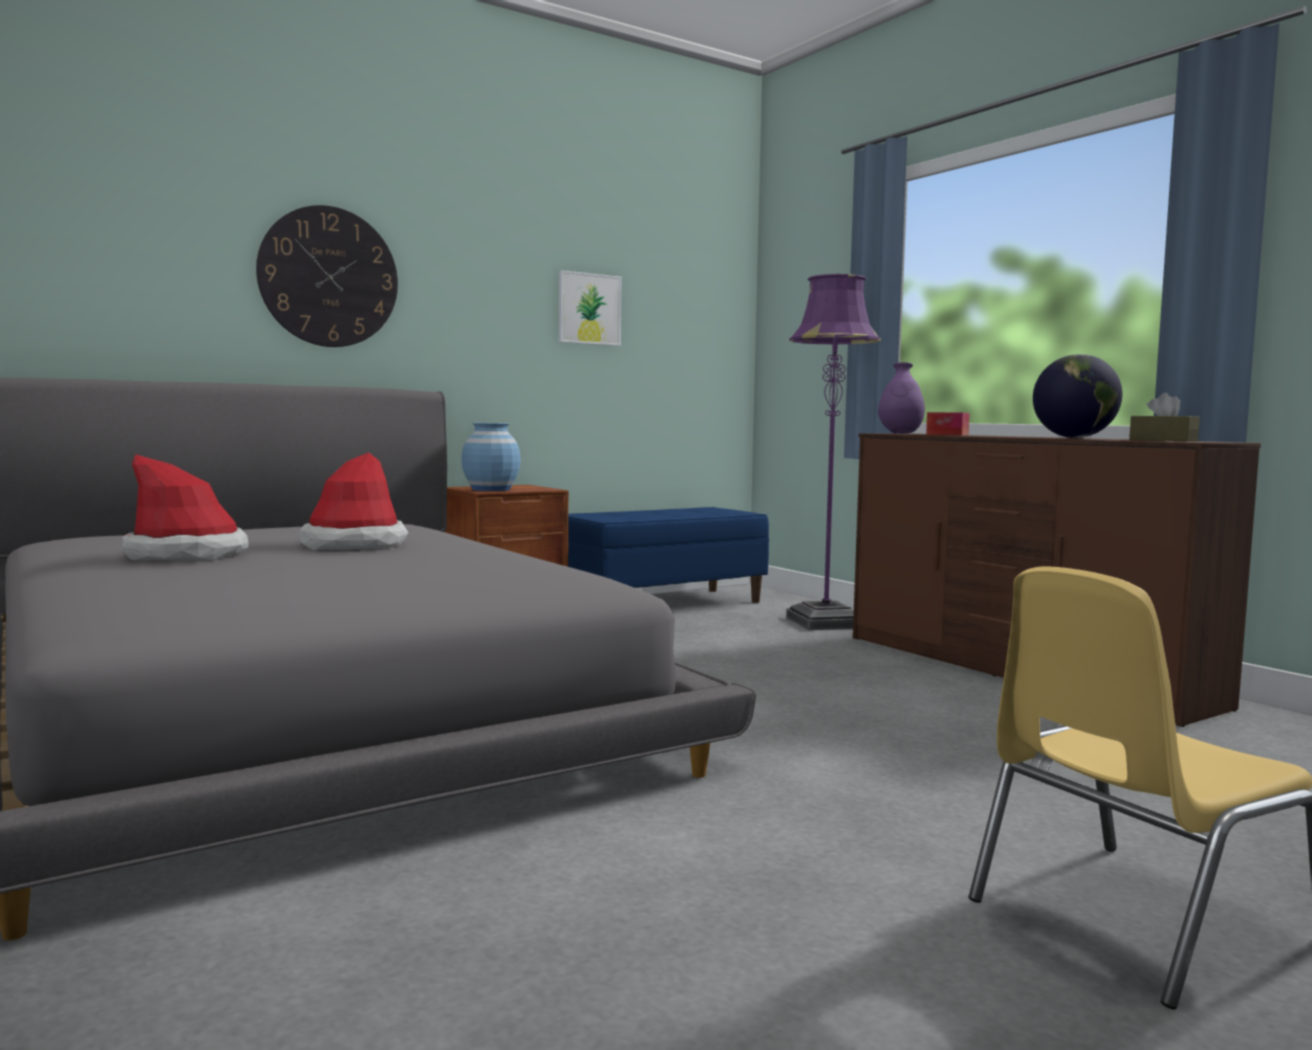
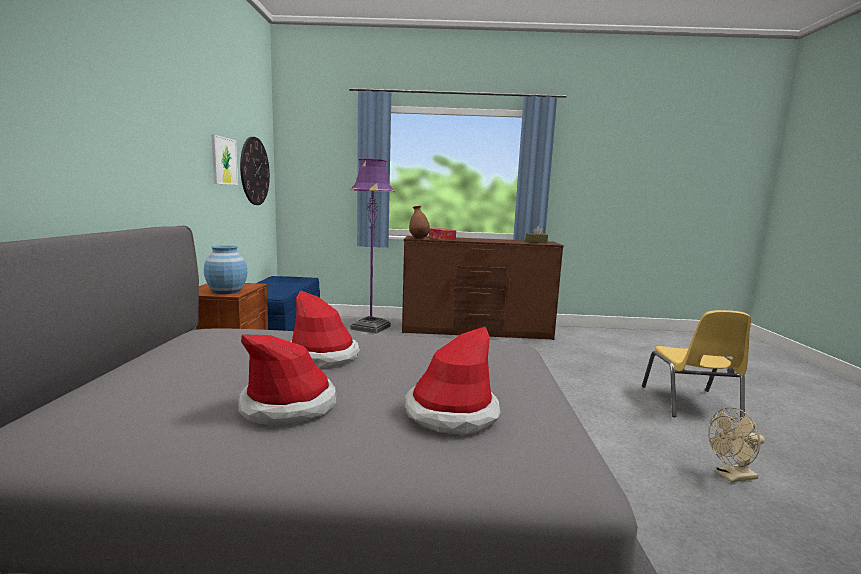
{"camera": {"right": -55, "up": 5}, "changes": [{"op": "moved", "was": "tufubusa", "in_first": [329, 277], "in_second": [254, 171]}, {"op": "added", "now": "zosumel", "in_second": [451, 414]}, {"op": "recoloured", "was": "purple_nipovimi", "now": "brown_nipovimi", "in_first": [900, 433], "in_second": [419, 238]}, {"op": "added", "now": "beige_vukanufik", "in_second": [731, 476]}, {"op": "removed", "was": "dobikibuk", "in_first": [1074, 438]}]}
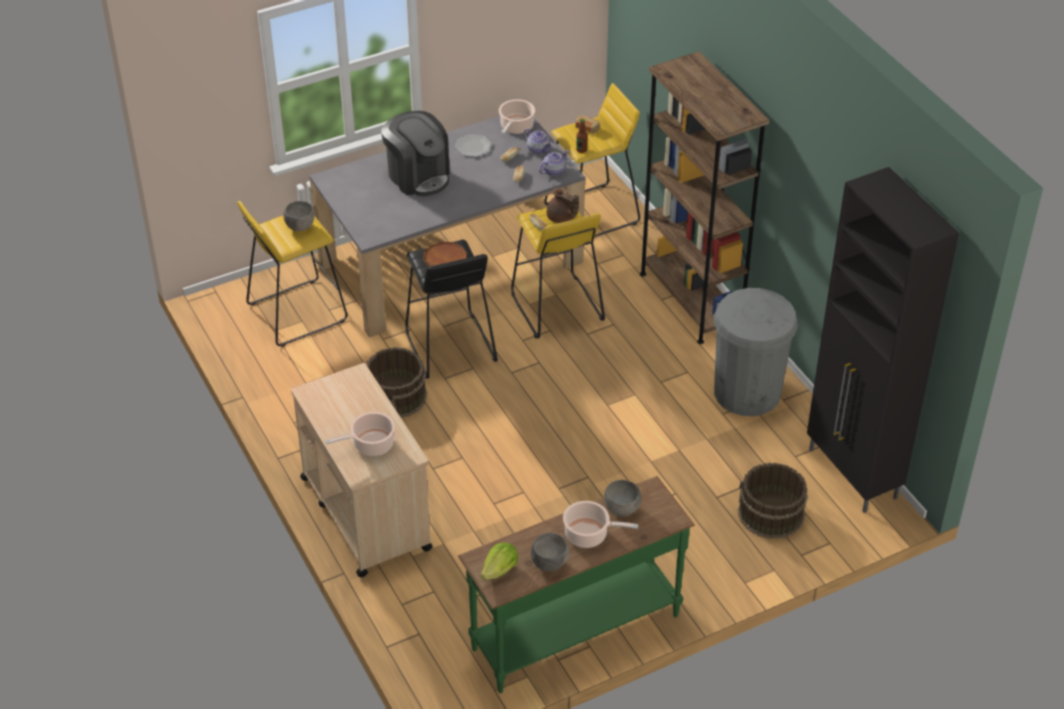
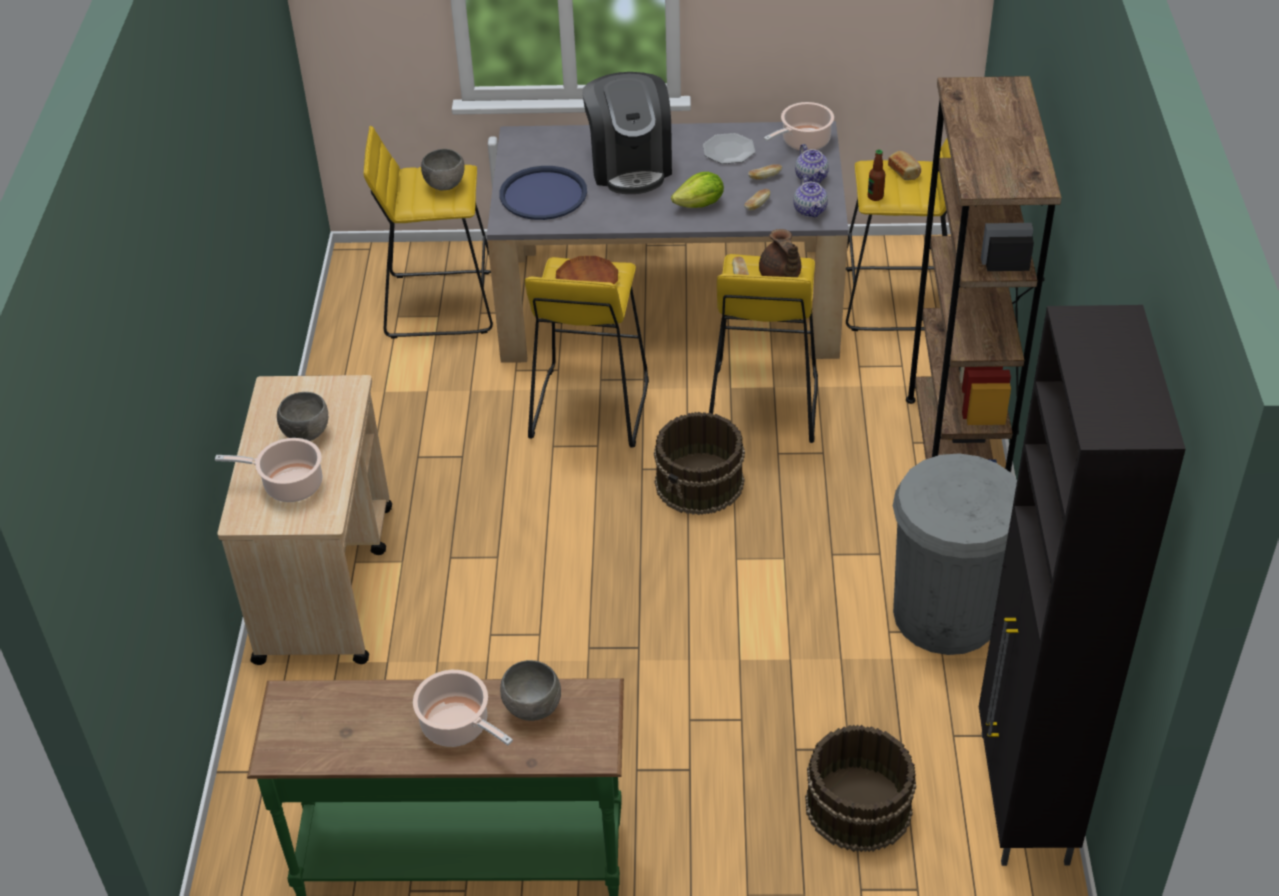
{"camera": {"right": 30, "up": 0}, "changes": [{"op": "moved", "was": "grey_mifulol", "in_first": [549, 563], "in_second": [306, 433]}, {"op": "added", "now": "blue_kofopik", "in_second": [543, 194]}, {"op": "recoloured", "was": "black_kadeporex", "now": "yellow_kadeporex", "in_first": [449, 347], "in_second": [588, 408]}, {"op": "moved", "was": "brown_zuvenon", "in_first": [397, 396], "in_second": [700, 483]}, {"op": "moved", "was": "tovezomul", "in_first": [500, 570], "in_second": [700, 205]}, {"op": "turned", "was": "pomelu", "in_first": [553, 171], "in_second": [810, 210], "clockwise": 90}]}
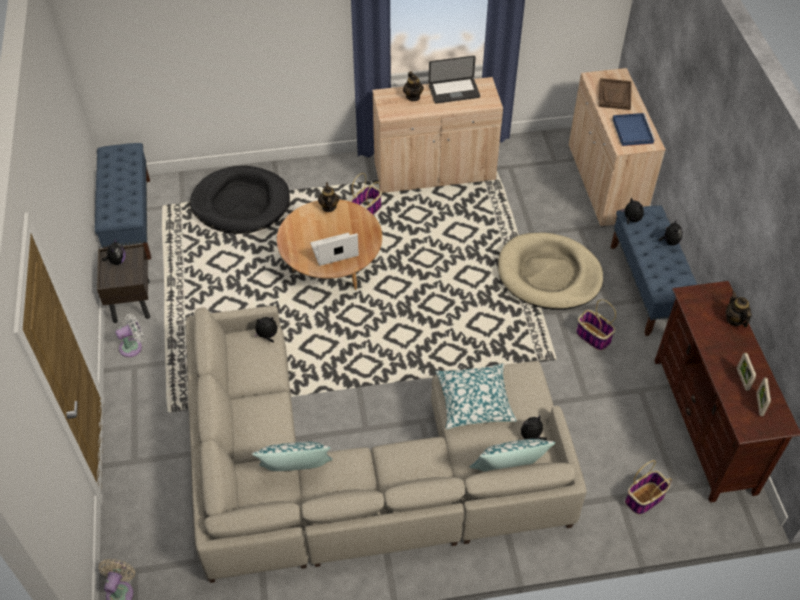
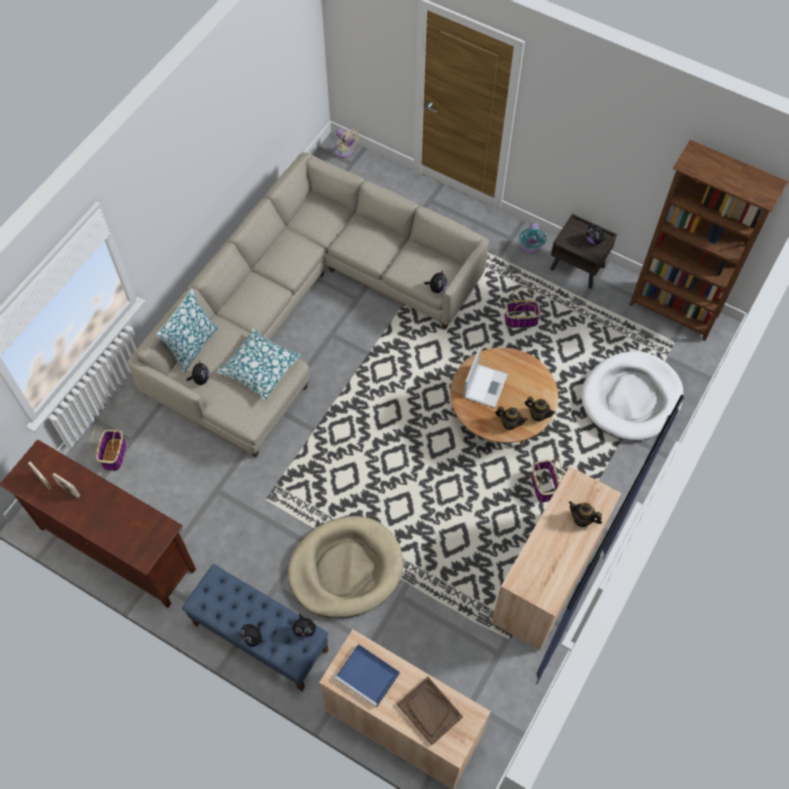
{"camera": {"right": 130, "up": 10}, "changes": [{"op": "moved", "was": "pomelu", "in_first": [734, 319], "in_second": [509, 423]}, {"op": "moved", "was": "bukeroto", "in_first": [592, 336], "in_second": [521, 319]}, {"op": "recoloured", "was": "white_vukanufik", "now": "turquoise_vukanufik", "in_first": [133, 346], "in_second": [530, 247]}, {"op": "recoloured", "was": "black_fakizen", "now": "white_fakizen", "in_first": [241, 203], "in_second": [631, 398]}, {"op": "replaced", "was": "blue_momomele", "now": "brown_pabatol", "in_first": [129, 220], "in_second": [674, 311]}, {"op": "removed", "was": "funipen", "in_first": [296, 473]}, {"op": "removed", "was": "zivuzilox", "in_first": [454, 91]}]}
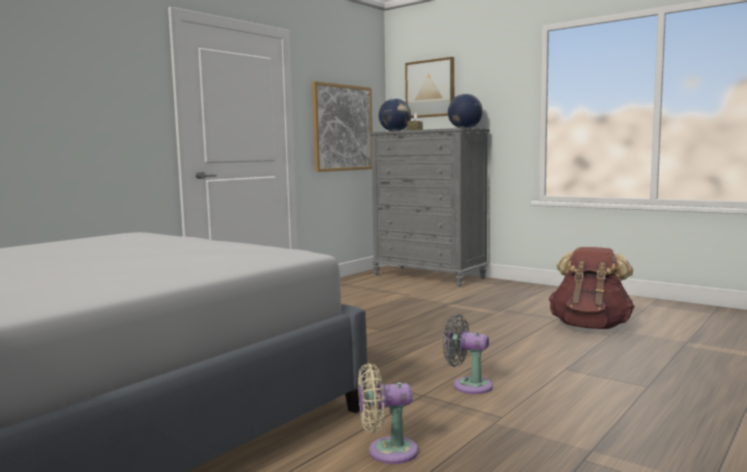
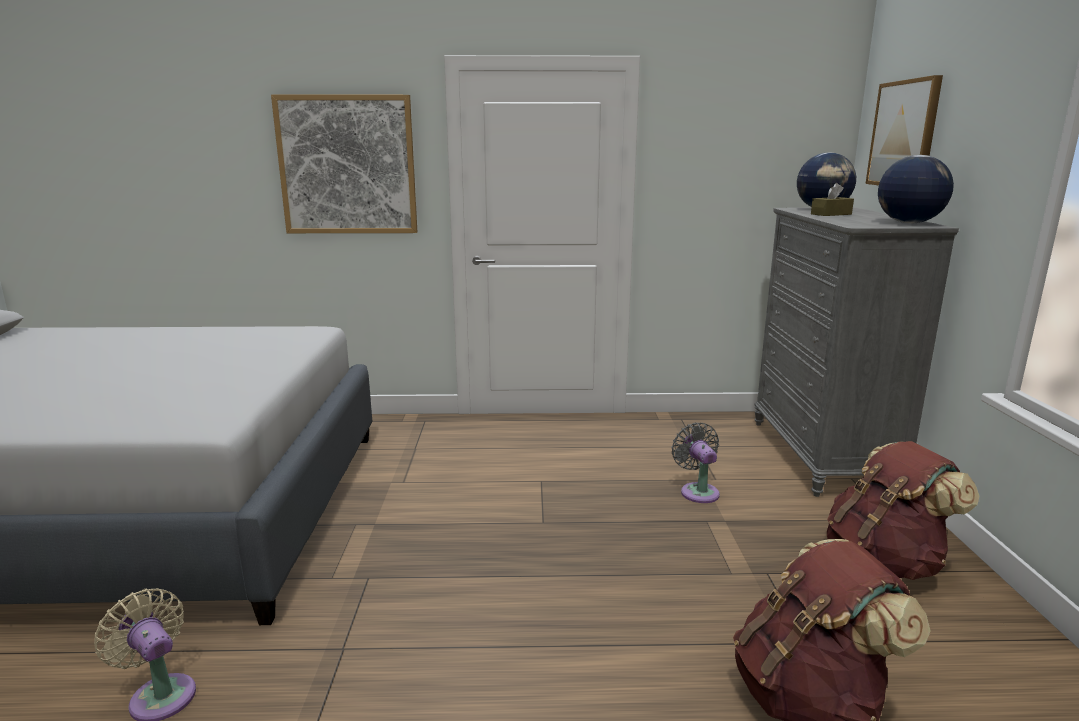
{"camera": {"right": 50, "up": 10}, "changes": [{"op": "moved", "was": "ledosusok", "in_first": [342, 128], "in_second": [347, 165]}, {"op": "moved", "was": "grey_vukanufik", "in_first": [468, 385], "in_second": [698, 491]}, {"op": "added", "now": "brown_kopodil", "in_second": [884, 562]}]}
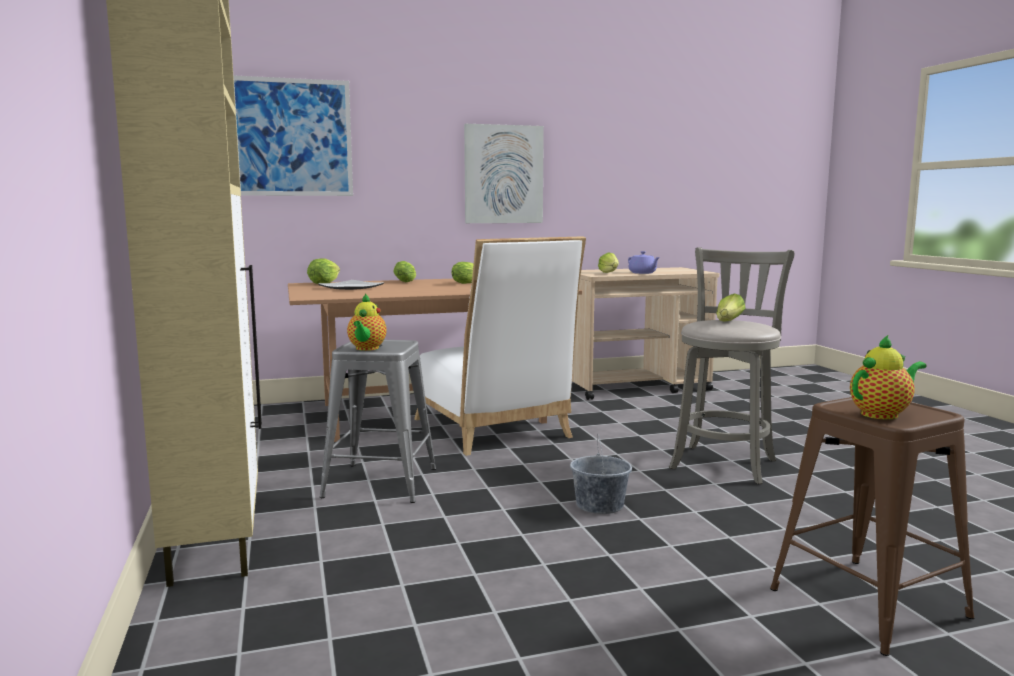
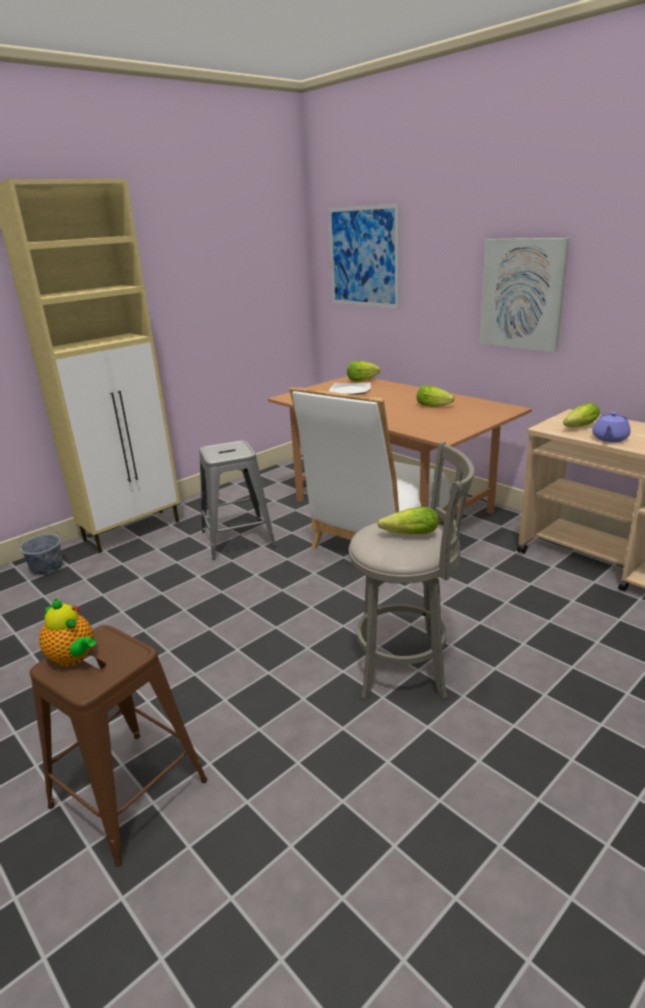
{"camera": {"right": 65, "up": 15}, "changes": [{"op": "moved", "was": "grey_zuvenon", "in_first": [599, 505], "in_second": [46, 567]}, {"op": "removed", "was": "pomelu", "in_first": [366, 349]}, {"op": "removed", "was": "tovezomul", "in_first": [407, 281]}]}
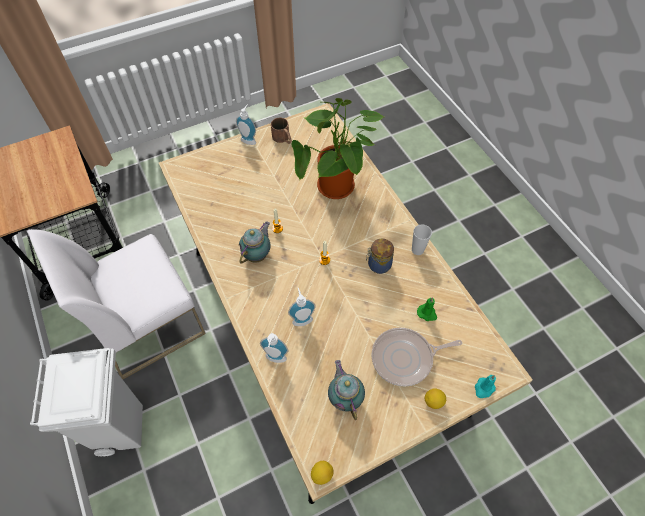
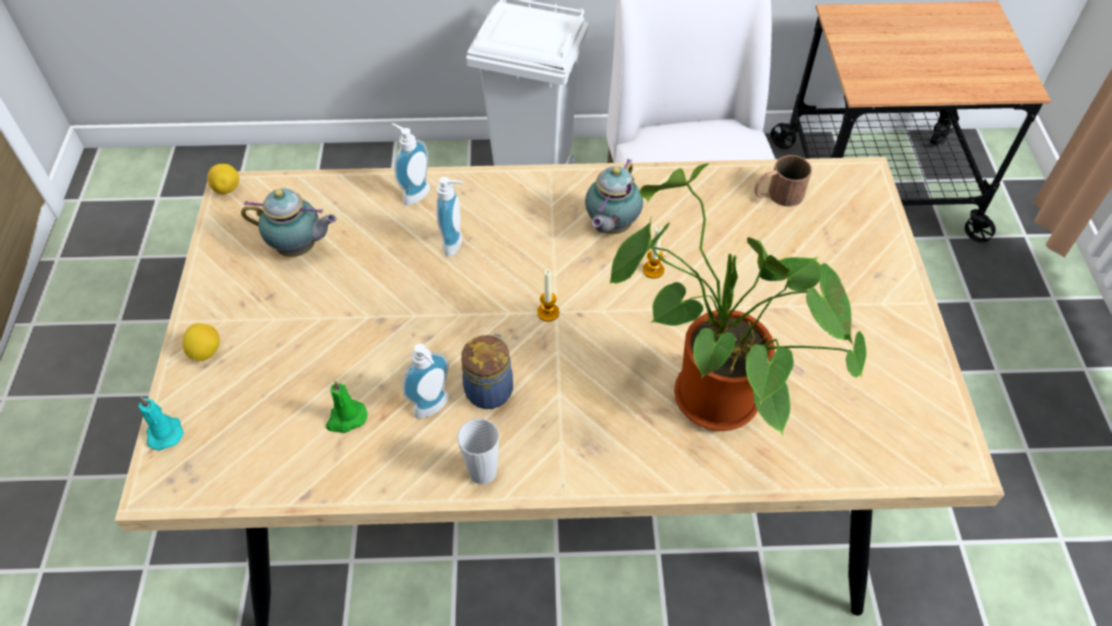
{"camera": {"right": 115, "up": -5}, "changes": [{"op": "moved", "was": "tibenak", "in_first": [249, 140], "in_second": [434, 408]}, {"op": "turned", "was": "pomelu", "in_first": [257, 255], "in_second": [610, 227], "clockwise": 60}, {"op": "moved", "was": "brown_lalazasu", "in_first": [283, 139], "in_second": [777, 195]}, {"op": "removed", "was": "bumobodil", "in_first": [405, 358]}]}
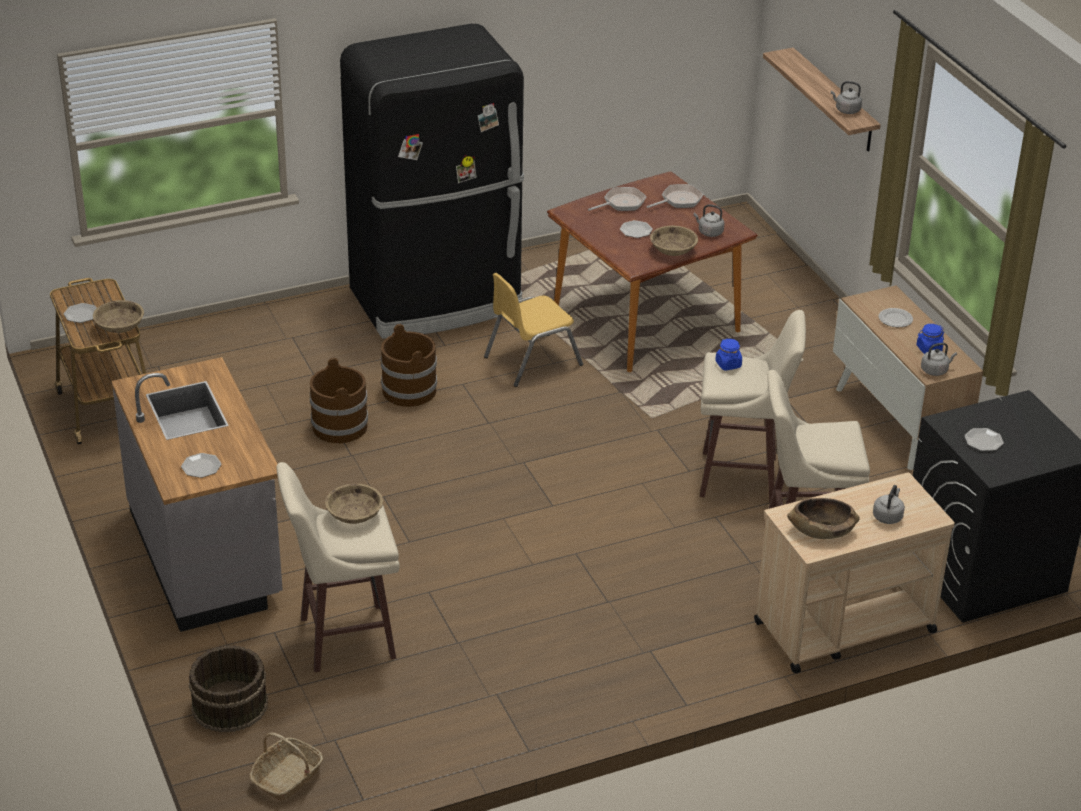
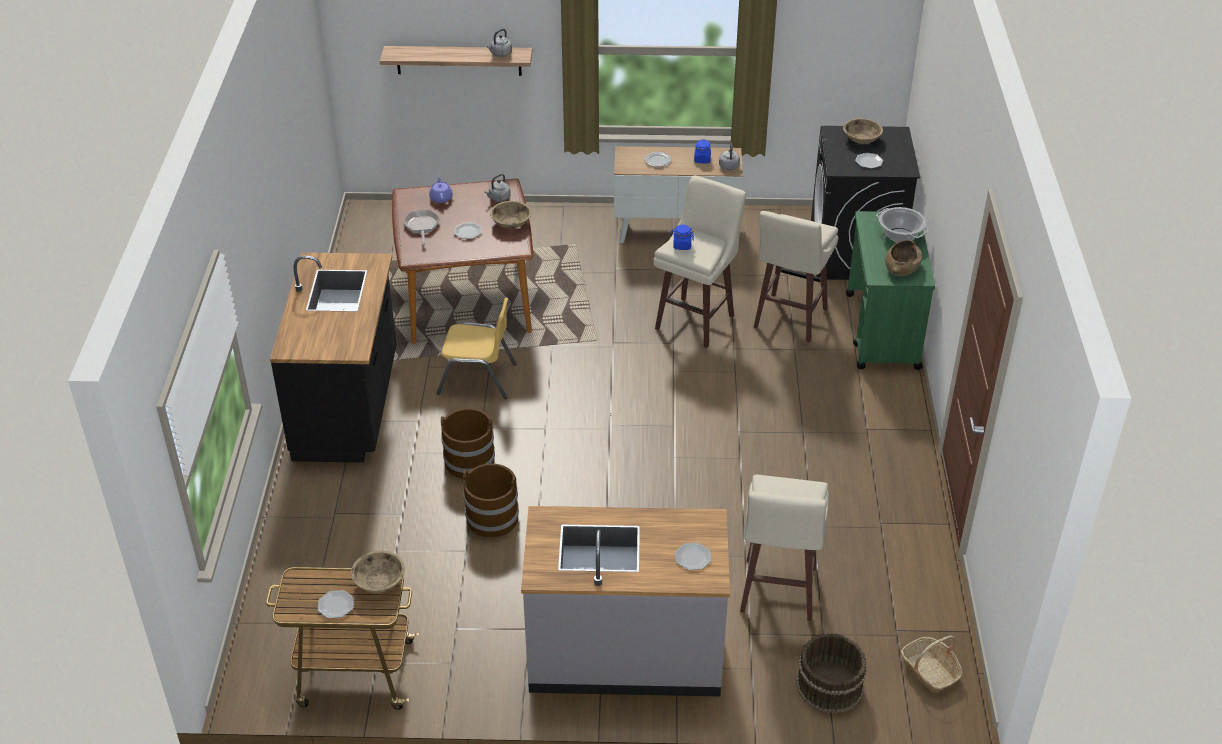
{"camera": {"right": -65, "up": 5}, "changes": [{"op": "replaced", "was": "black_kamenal", "now": "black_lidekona", "in_first": [437, 300], "in_second": [348, 406]}, {"op": "replaced", "was": "bumobodil", "now": "purple_pomelu", "in_first": [679, 200], "in_second": [441, 198]}, {"op": "turned", "was": "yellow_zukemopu", "in_first": [532, 360], "in_second": [477, 378], "clockwise": -75}, {"op": "moved", "was": "beige_mifulol", "in_first": [354, 515], "in_second": [861, 139]}, {"op": "recoloured", "was": "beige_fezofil", "now": "green_fezofil", "in_first": [843, 627], "in_second": [882, 331]}, {"op": "replaced", "was": "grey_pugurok", "now": "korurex", "in_first": [888, 516], "in_second": [899, 235]}]}
